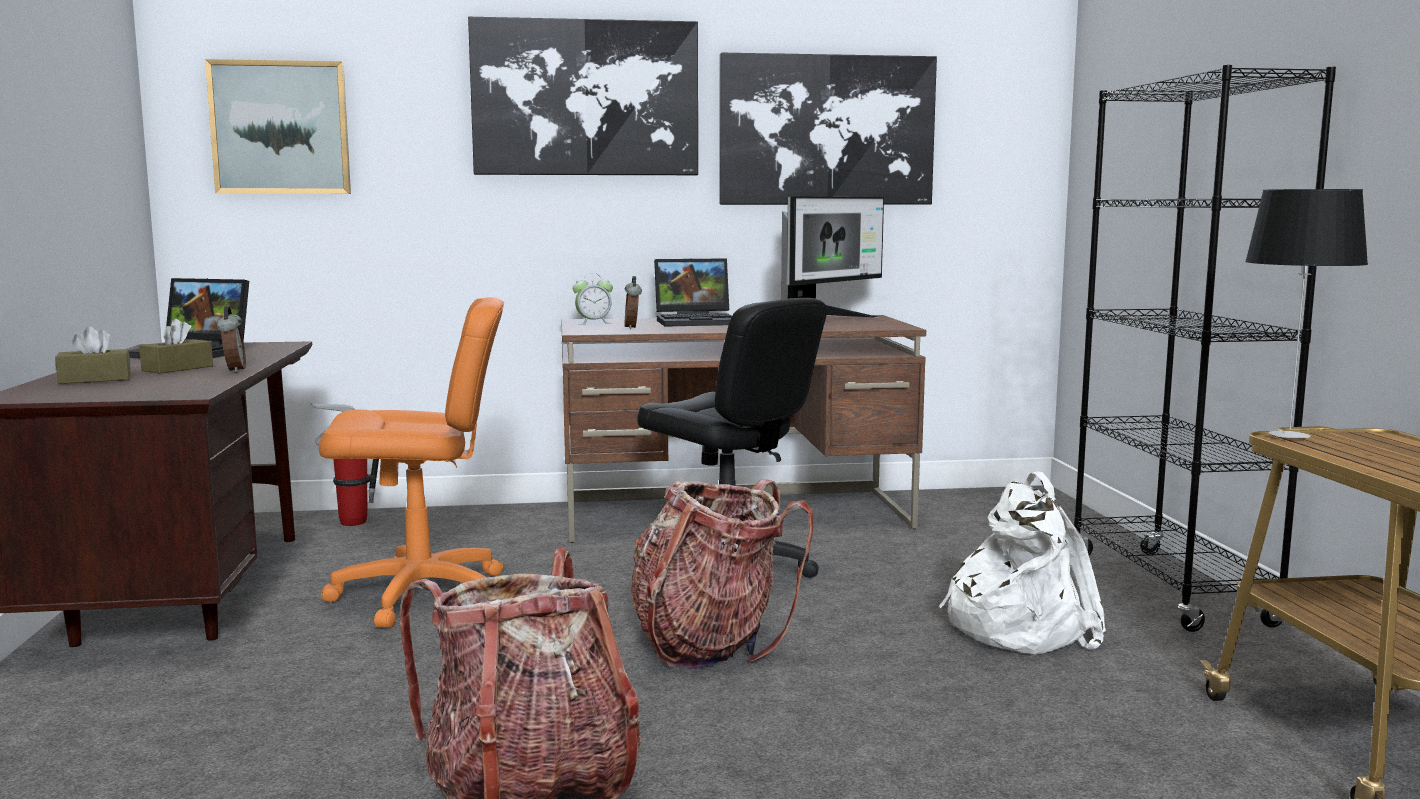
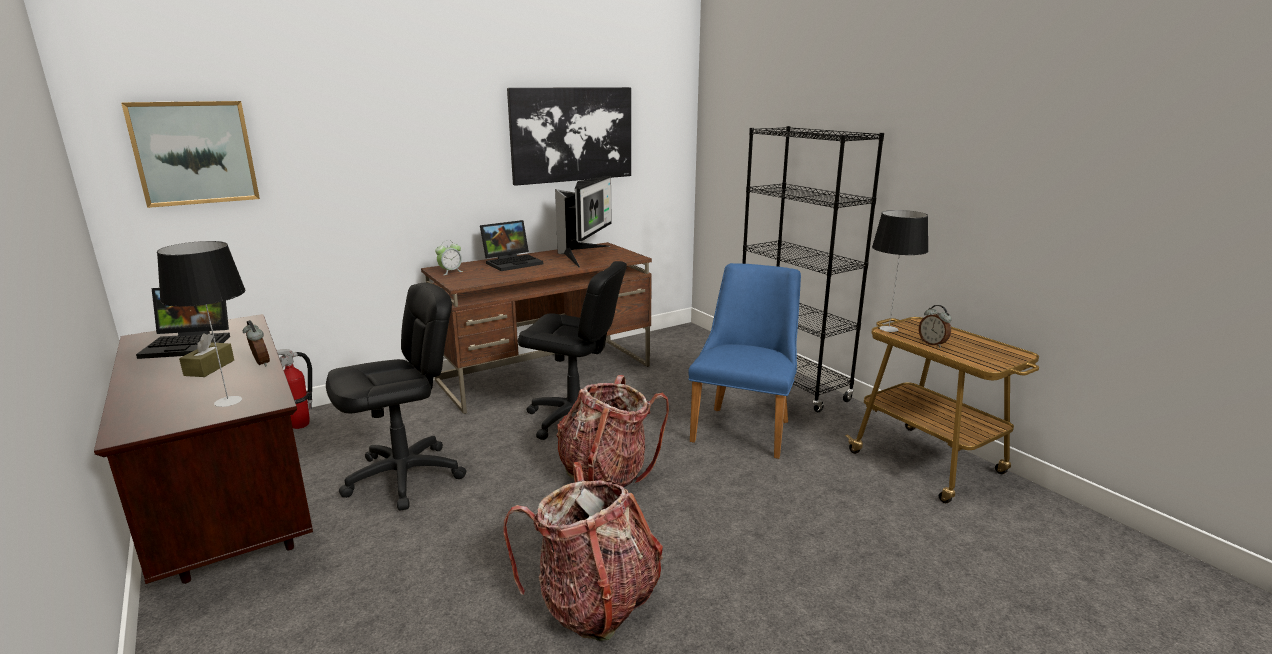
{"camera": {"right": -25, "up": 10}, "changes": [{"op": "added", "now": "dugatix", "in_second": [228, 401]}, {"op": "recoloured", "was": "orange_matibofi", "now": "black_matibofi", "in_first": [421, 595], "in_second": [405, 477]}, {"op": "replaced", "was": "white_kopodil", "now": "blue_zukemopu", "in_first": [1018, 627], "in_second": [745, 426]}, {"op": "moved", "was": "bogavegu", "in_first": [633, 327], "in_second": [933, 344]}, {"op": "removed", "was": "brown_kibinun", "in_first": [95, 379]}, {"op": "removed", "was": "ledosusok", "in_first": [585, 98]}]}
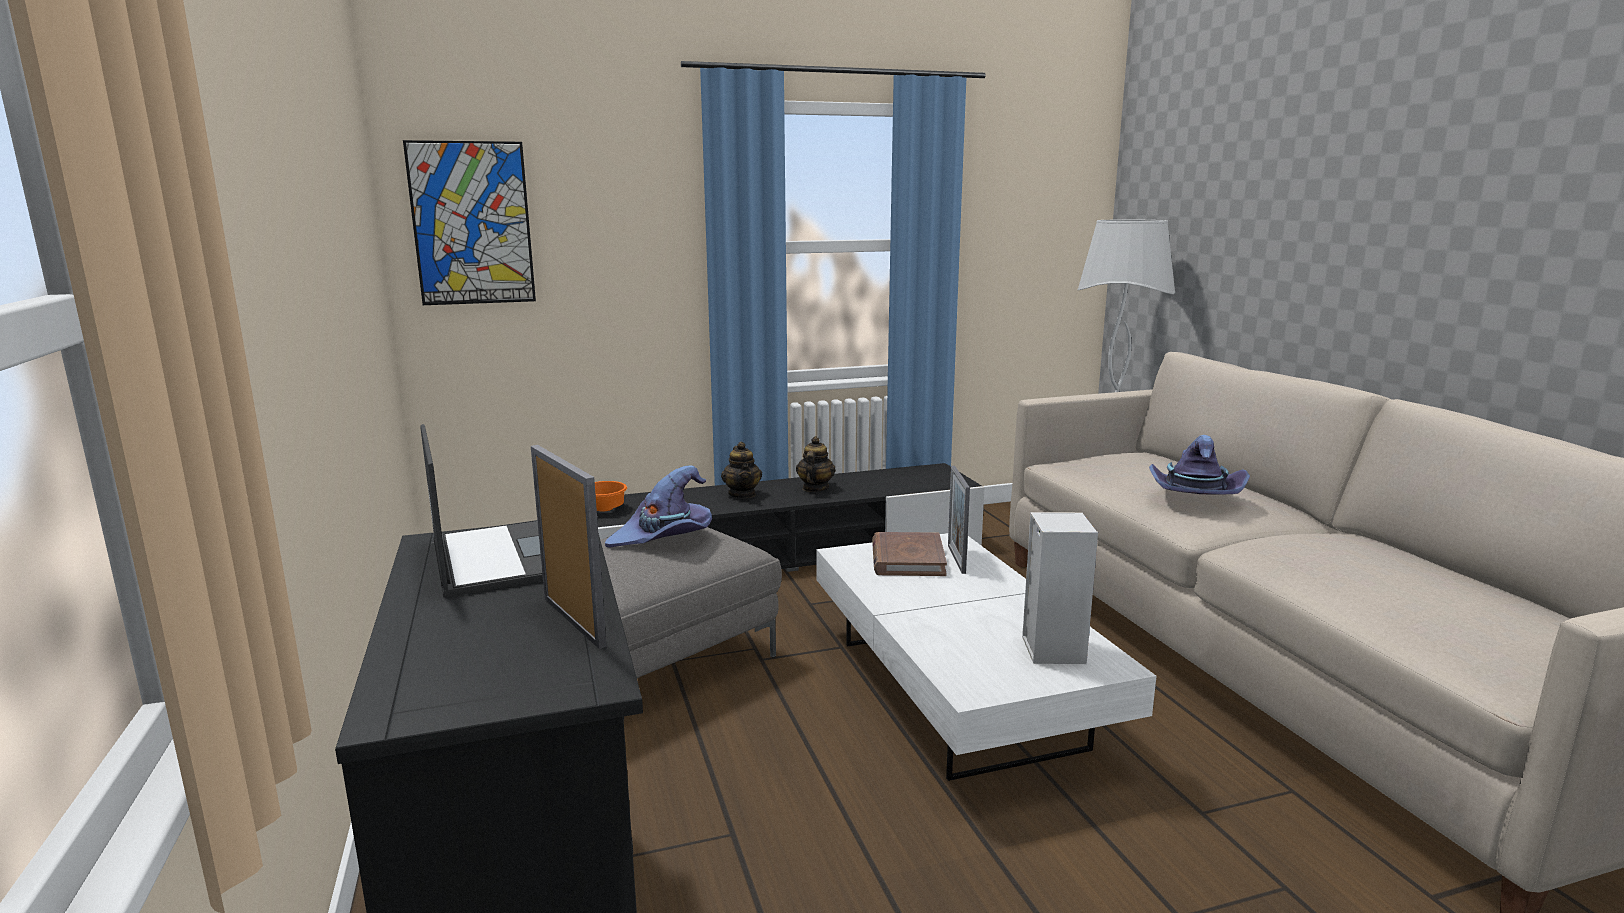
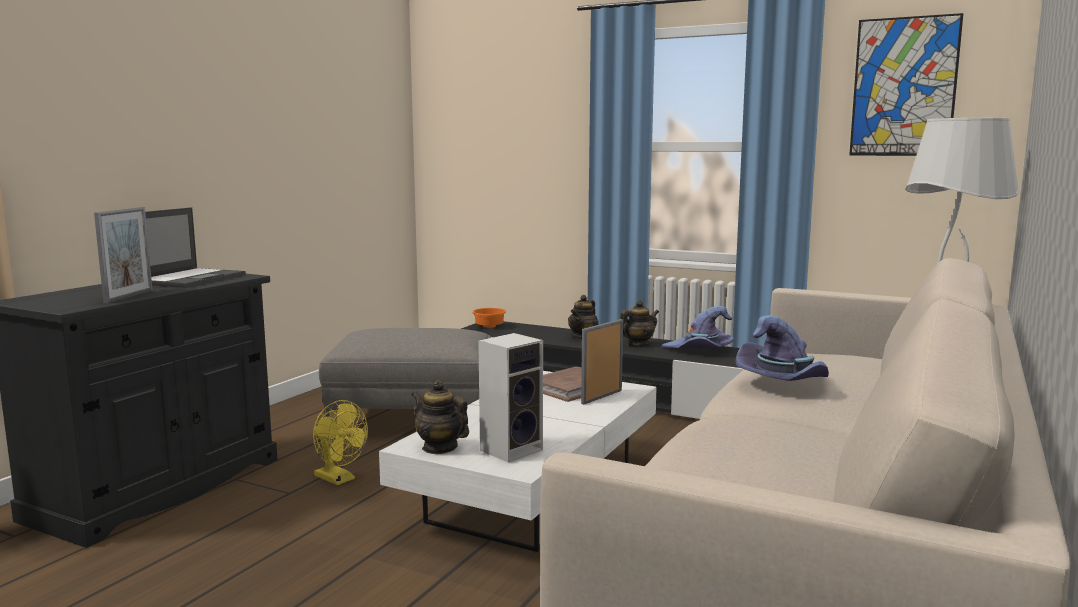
{"camera": {"right": 45, "up": -5}, "changes": [{"op": "added", "now": "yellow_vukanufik", "in_second": [339, 479]}, {"op": "added", "now": "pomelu", "in_second": [440, 448]}, {"op": "moved", "was": "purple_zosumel", "in_first": [664, 537], "in_second": [700, 350]}, {"op": "moved", "was": "ledosusok", "in_first": [472, 224], "in_second": [904, 87]}]}
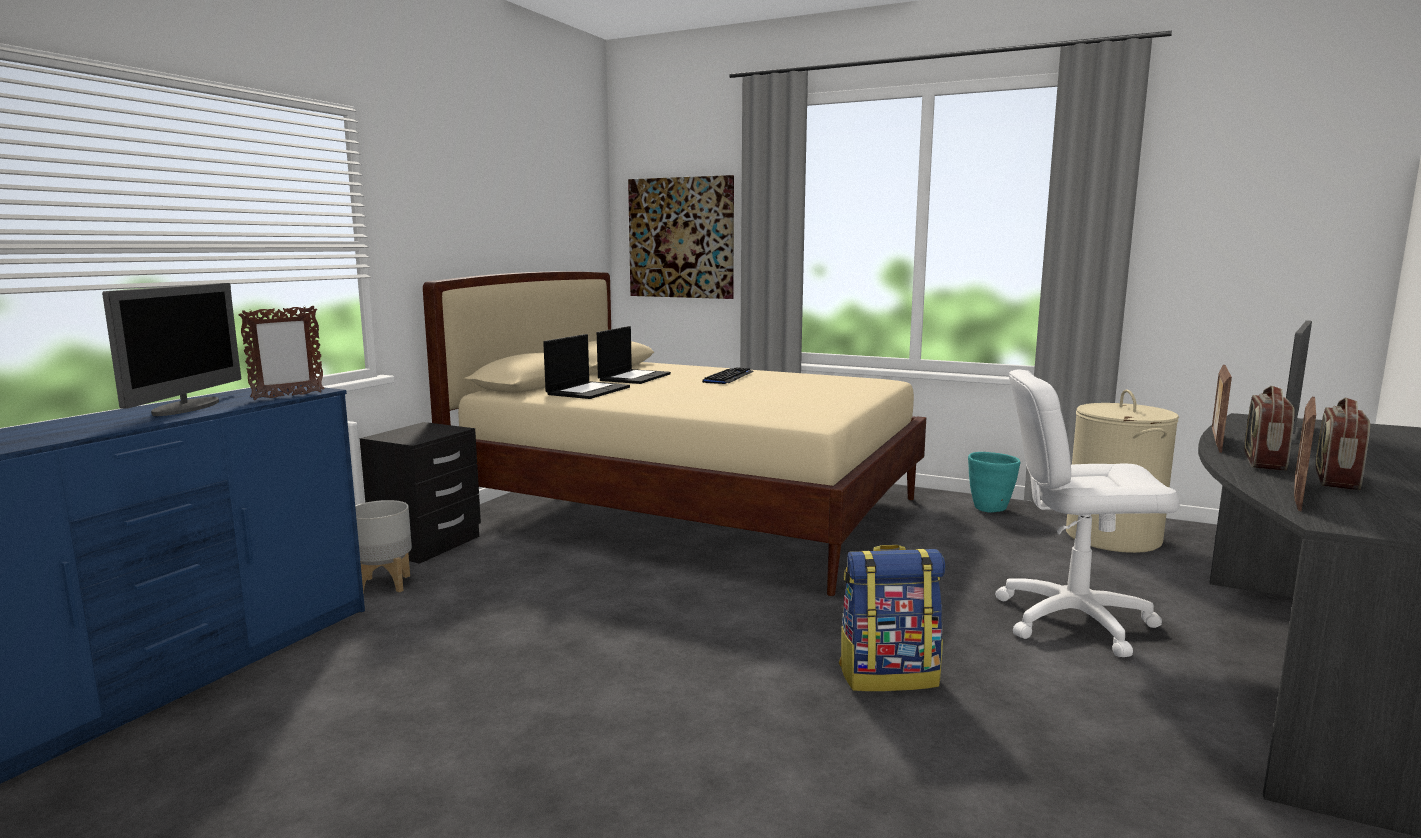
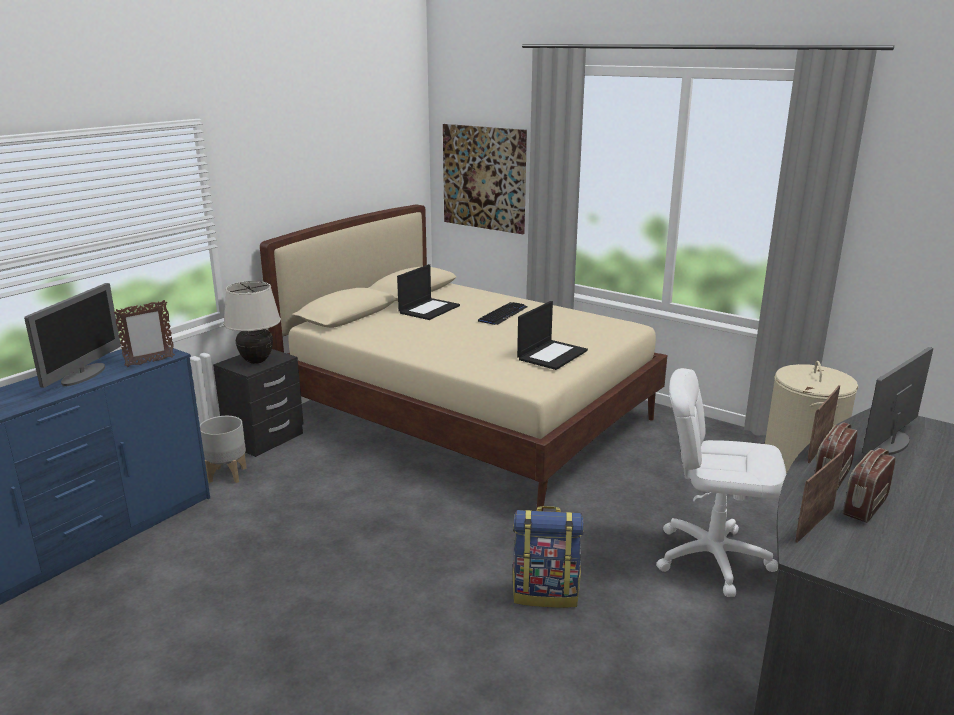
{"camera": {"right": 10, "up": 10}, "changes": [{"op": "added", "now": "beige_dugatix", "in_second": [256, 361]}, {"op": "moved", "was": "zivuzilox", "in_first": [588, 390], "in_second": [552, 354]}, {"op": "removed", "was": "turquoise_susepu", "in_first": [990, 509]}]}
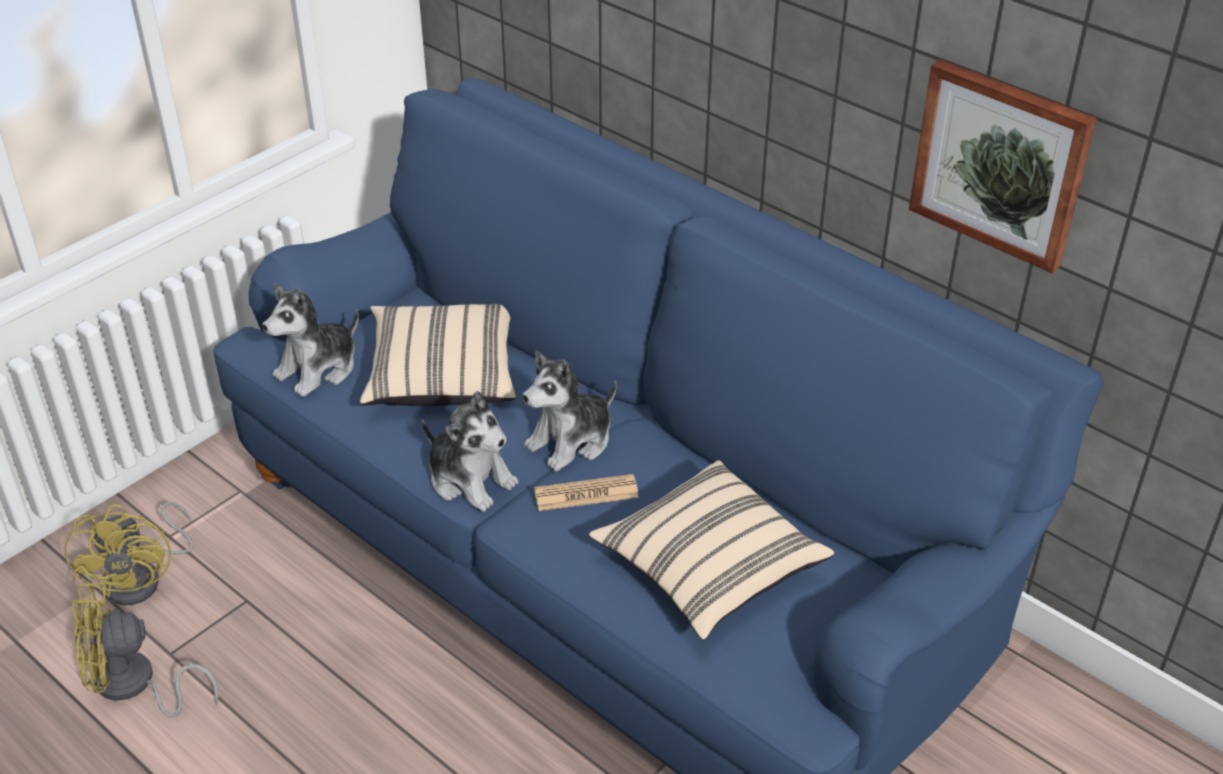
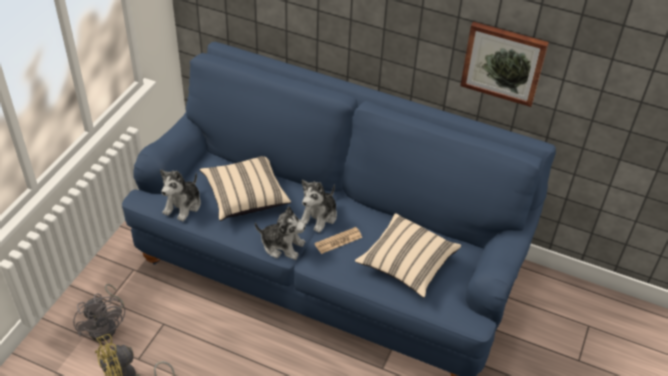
{"camera": {"right": -20, "up": 5}, "changes": [{"op": "recoloured", "was": "yellow_vukanufik", "now": "grey_vukanufik", "in_first": [144, 579], "in_second": [106, 325]}]}
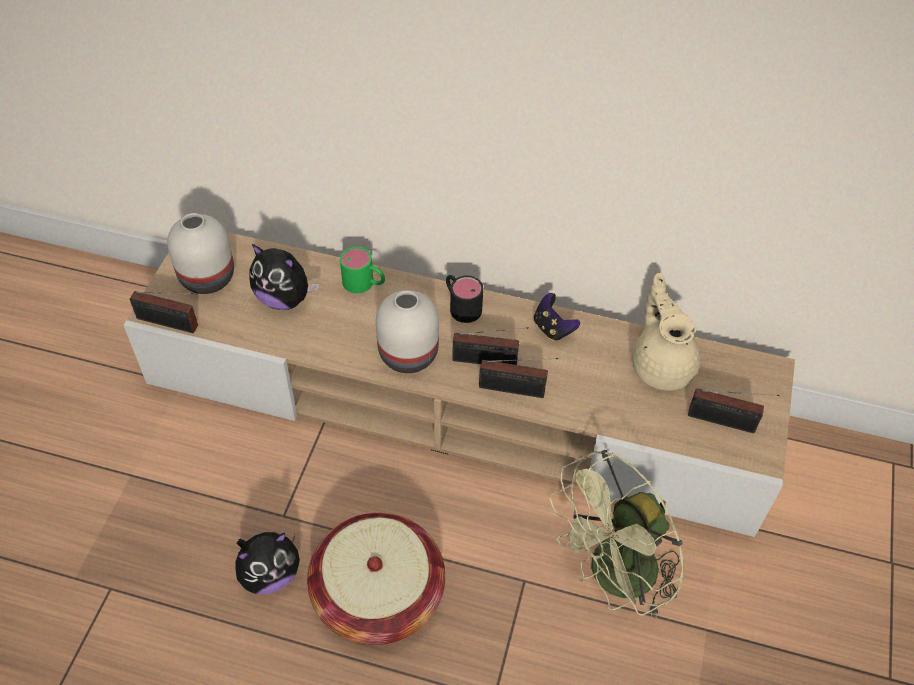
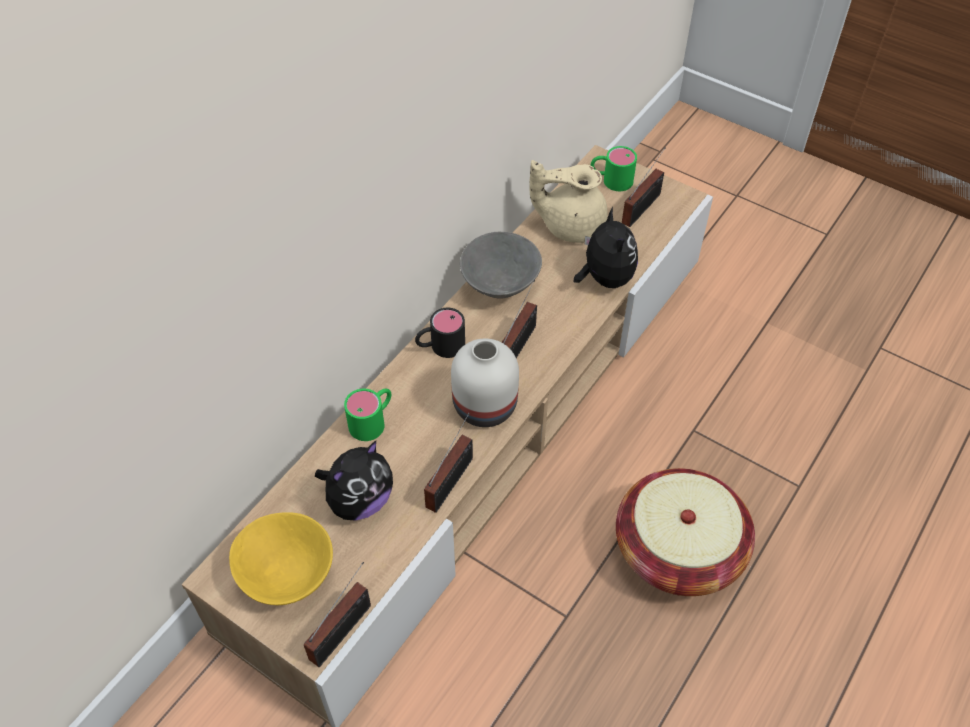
{"camera": {"right": -70, "up": 0}, "changes": [{"op": "replaced", "was": "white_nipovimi", "now": "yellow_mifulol", "in_first": [208, 276], "in_second": [286, 574]}, {"op": "moved", "was": "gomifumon", "in_first": [515, 390], "in_second": [452, 480]}, {"op": "replaced", "was": "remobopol", "now": "grey_mifulol", "in_first": [552, 328], "in_second": [499, 285]}, {"op": "moved", "was": "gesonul", "in_first": [270, 574], "in_second": [604, 278]}, {"op": "added", "now": "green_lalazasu", "in_second": [611, 180]}, {"op": "removed", "was": "green_vukanufik", "in_first": [613, 578]}]}
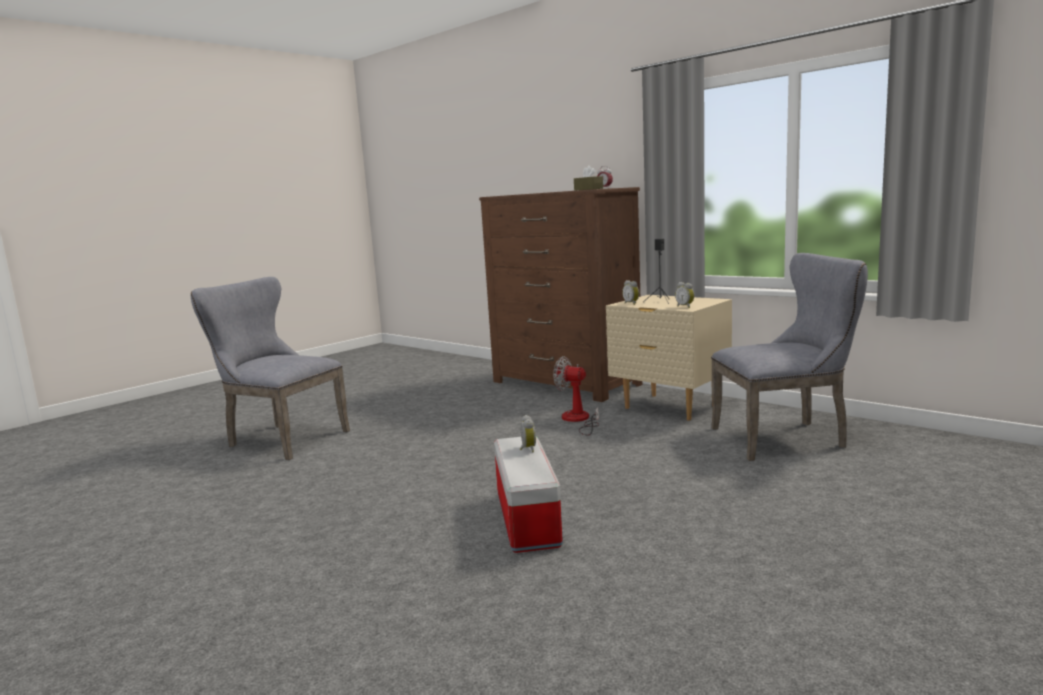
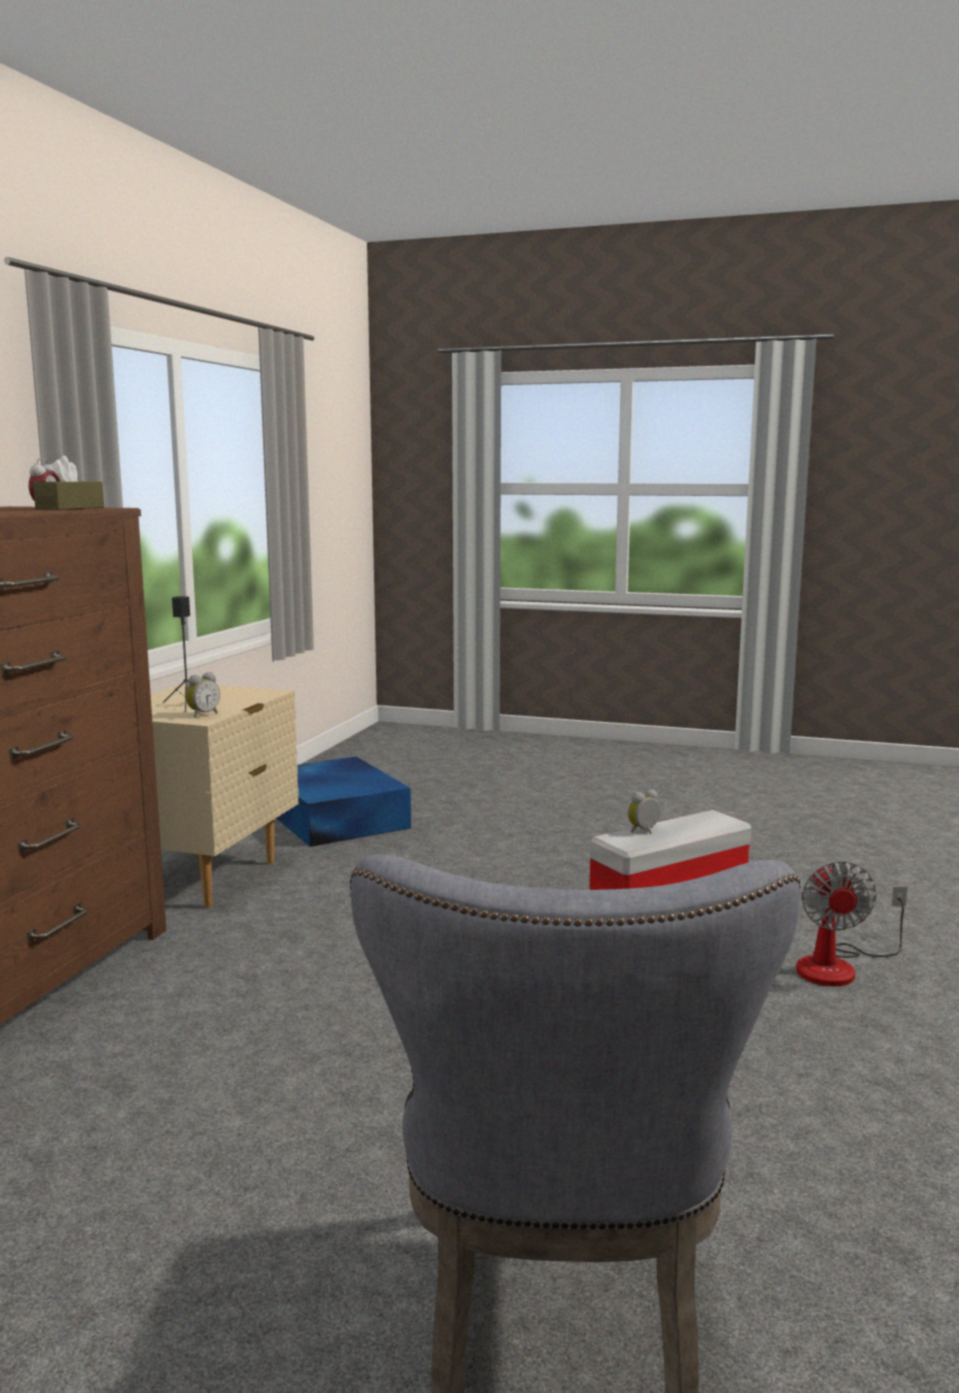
{"camera": {"right": -115, "up": 0}, "changes": [{"op": "replaced", "was": "grey_zukemopu", "now": "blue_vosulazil", "in_first": [786, 438], "in_second": [335, 817]}, {"op": "moved", "was": "vukanufik", "in_first": [578, 420], "in_second": [839, 966]}, {"op": "removed", "was": "bogavegu", "in_first": [685, 307]}]}
